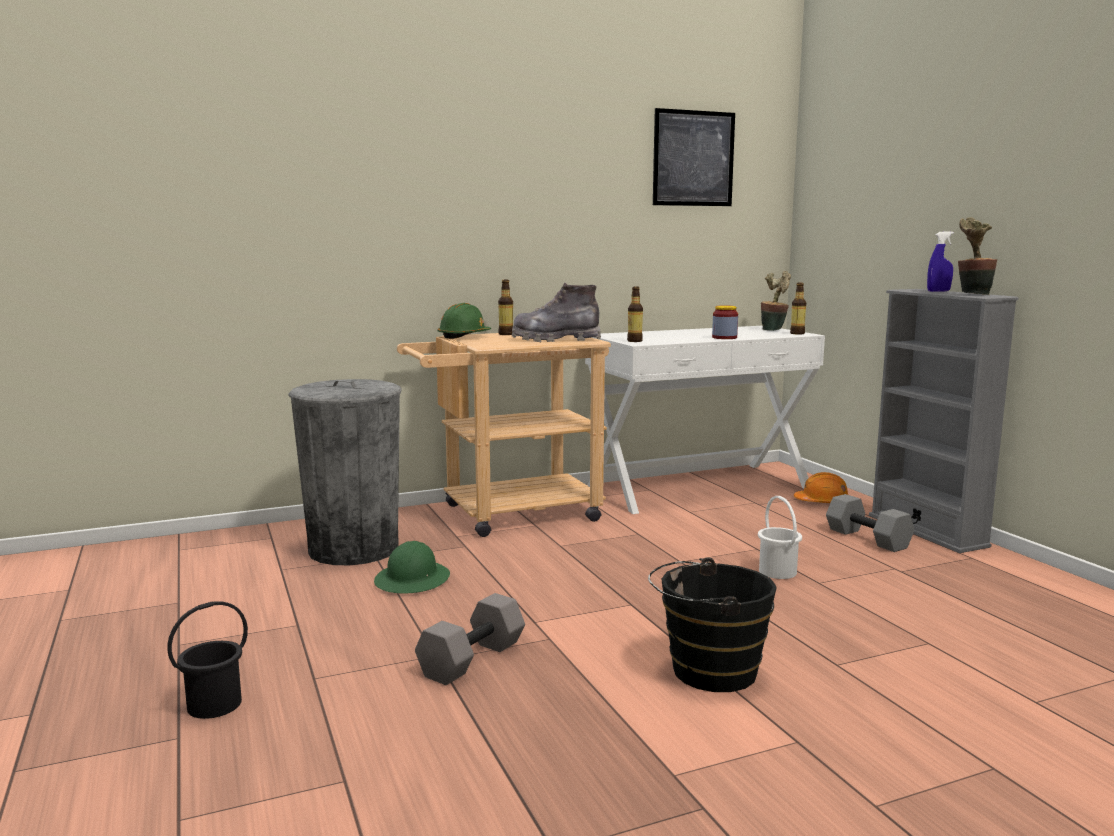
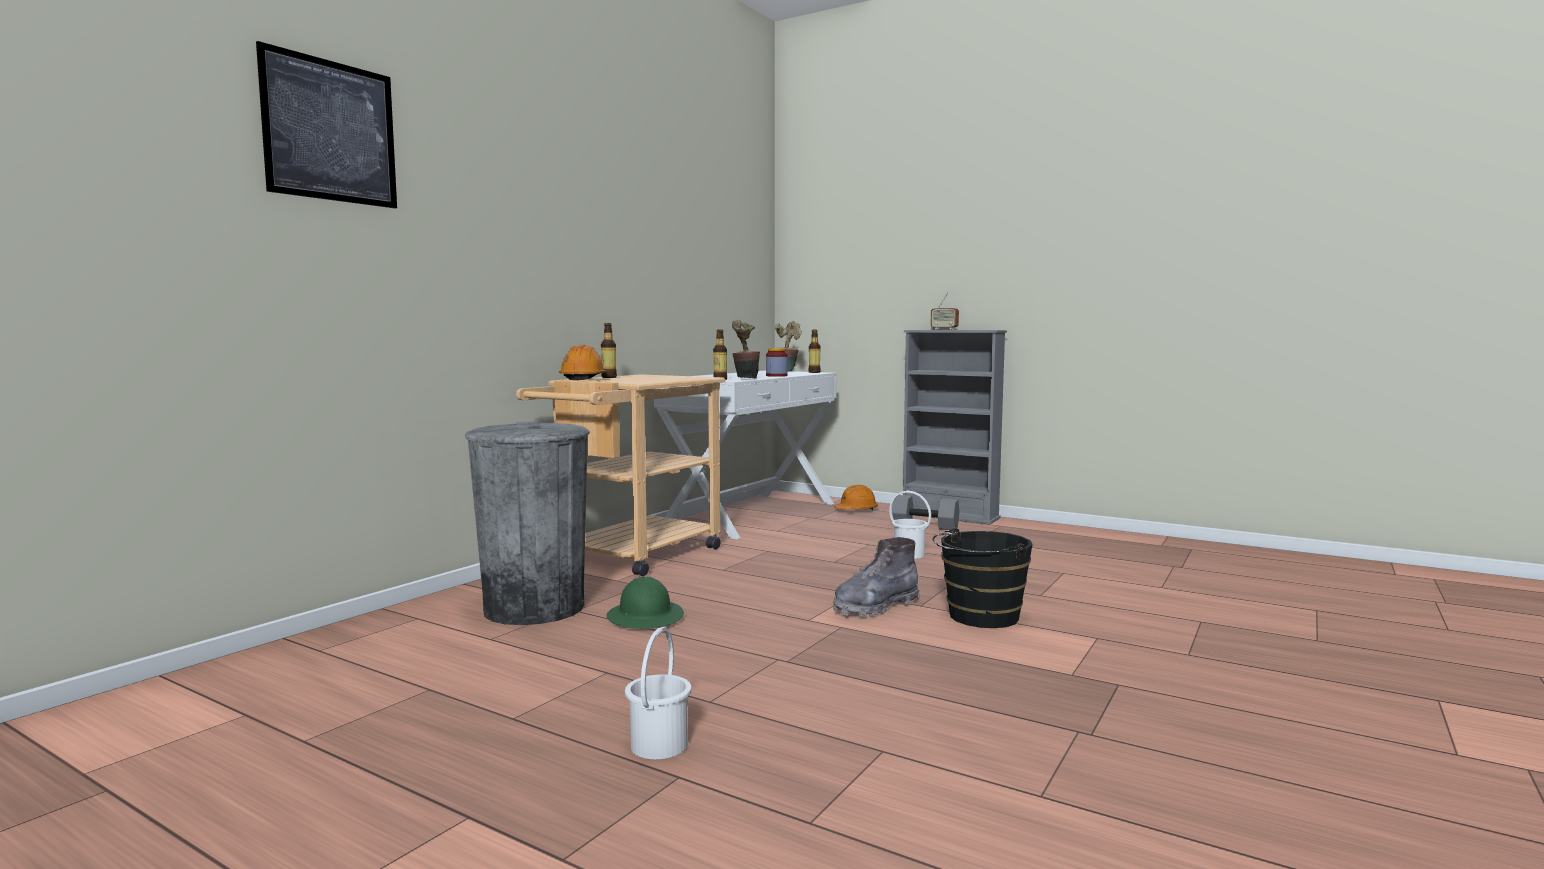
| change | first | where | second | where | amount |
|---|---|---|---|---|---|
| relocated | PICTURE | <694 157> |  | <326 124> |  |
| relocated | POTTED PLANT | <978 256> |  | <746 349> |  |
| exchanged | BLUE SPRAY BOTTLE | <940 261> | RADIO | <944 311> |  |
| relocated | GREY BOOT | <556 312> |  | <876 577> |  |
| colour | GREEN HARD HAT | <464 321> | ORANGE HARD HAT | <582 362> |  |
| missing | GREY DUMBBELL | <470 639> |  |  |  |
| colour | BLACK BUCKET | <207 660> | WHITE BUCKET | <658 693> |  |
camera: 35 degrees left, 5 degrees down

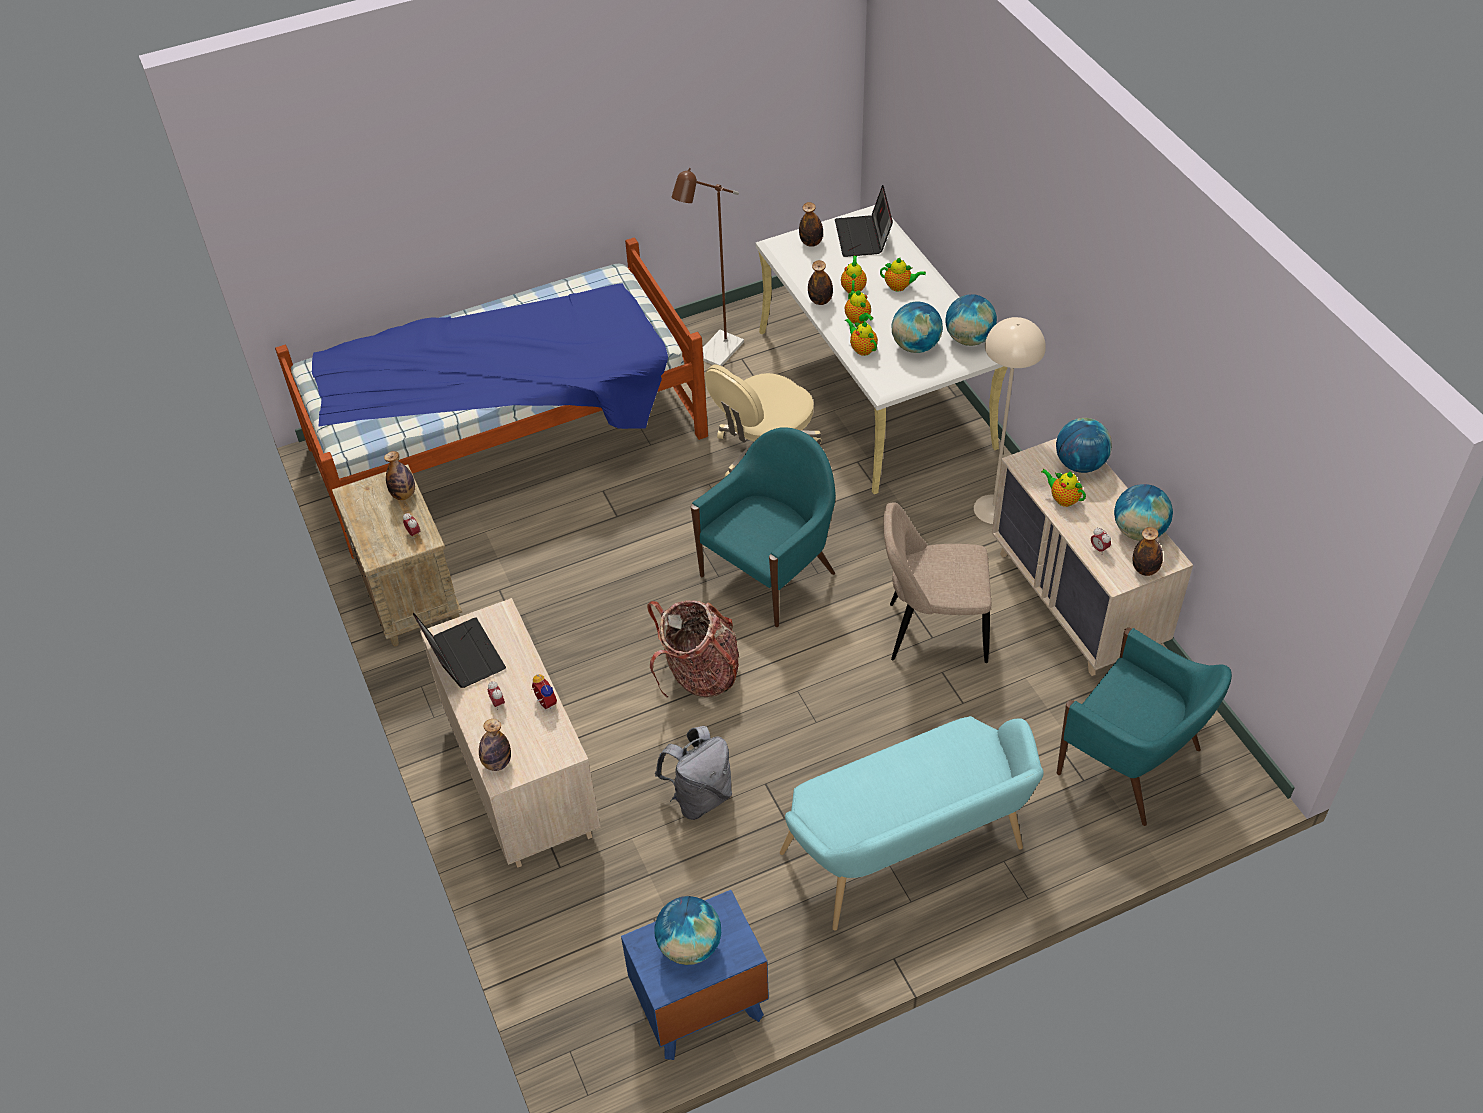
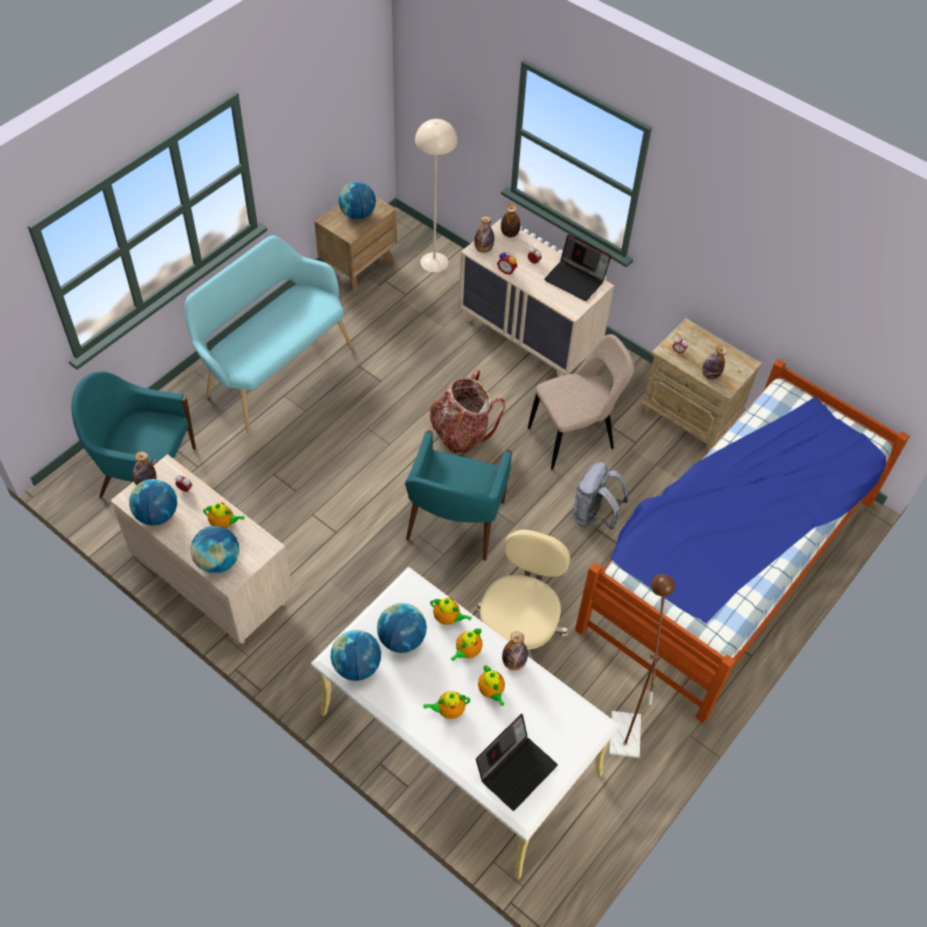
| change | first | where | second | where | amount |
|---|---|---|---|---|---|
| spun | LAPTOP | <864 221> |  | <517 762> | 75 degrees clockwise |
| relocated | BOTTLE | <811 224> |  | <484 234> |  |
| spun | TEAPOT | <859 307> |  | <467 644> | 90 degrees counterclockwise |
| relocated | BEIGE FLOOR LAMP | <1010 420> |  | <436 195> |  |
| relocated | BEIGE CHAIR | <937 583> |  | <581 402> |  |
| relocated | GREY BACKPACK | <693 773> |  | <600 496> |  |
| colour | BLUE NIGHTSTAND | <695 975> | BROWN NIGHTSTAND | <356 244> |  |
camera: 150 degrees right, 5 degrees up

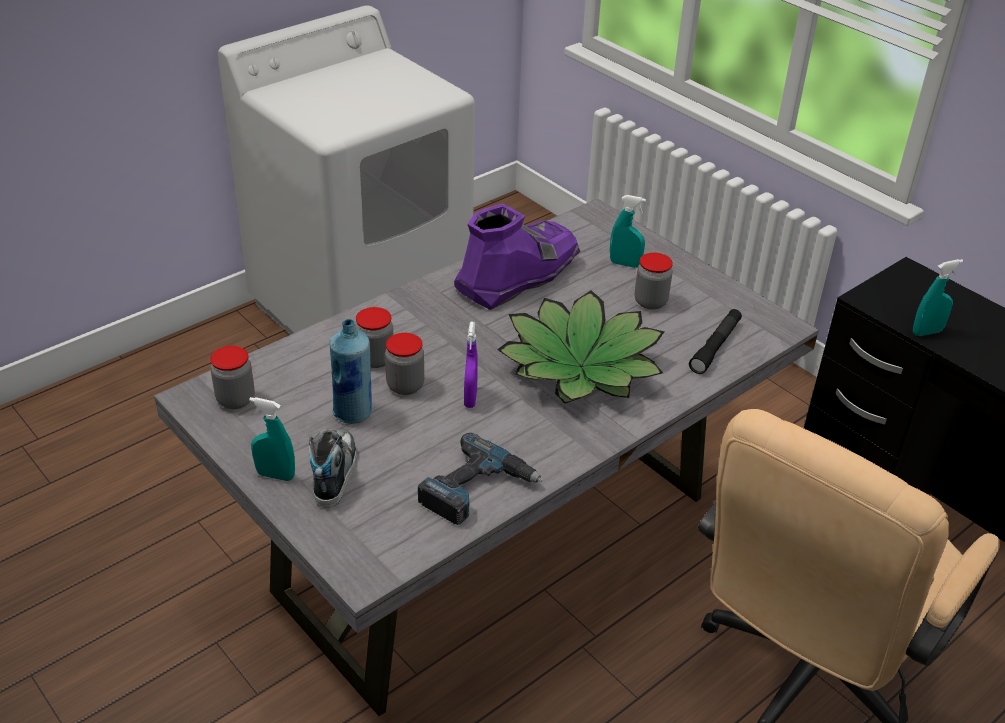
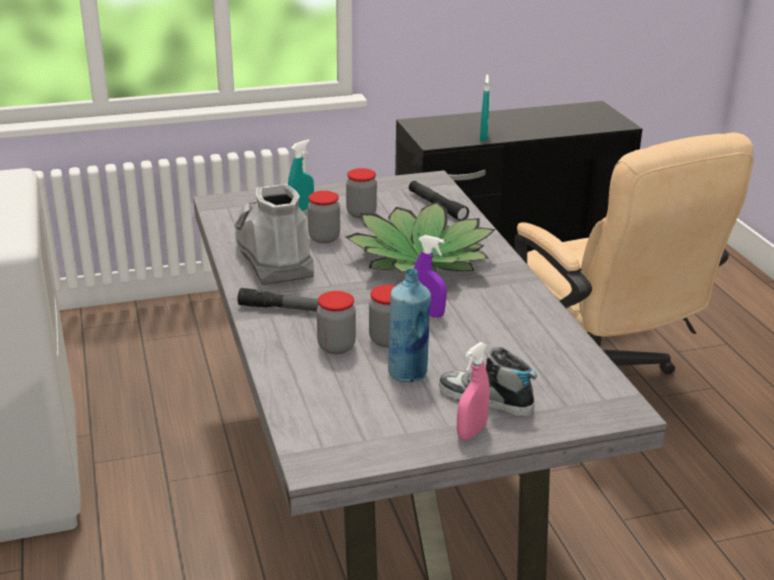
| change | first | where | second | where | amount |
|---|---|---|---|---|---|
| colour | PURPLE BOOT | <517 256> | GREY BOOT | <274 234> |  |
| relocated | JAR | <232 377> |  | <324 217> |  |
| colour | TURQUOISE SPRAY BOTTLE | <272 439> | PINK SPRAY BOTTLE | <473 391> |  |
| missing | POWER DRILL | <480 479> |  |  |  |
| appeared |  |  | FLASHLIGHT | <278 300> |  |
camera: 65 degrees left, 10 degrees down

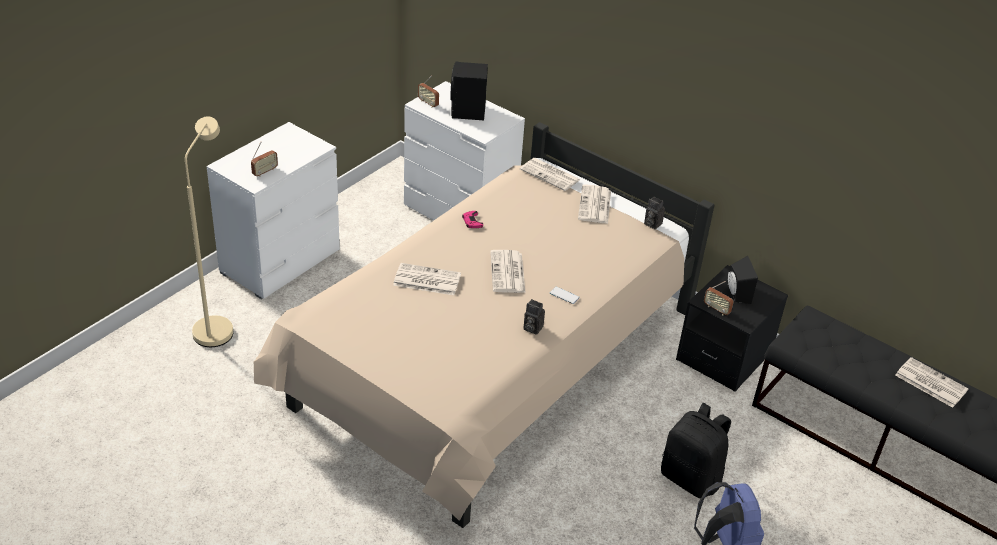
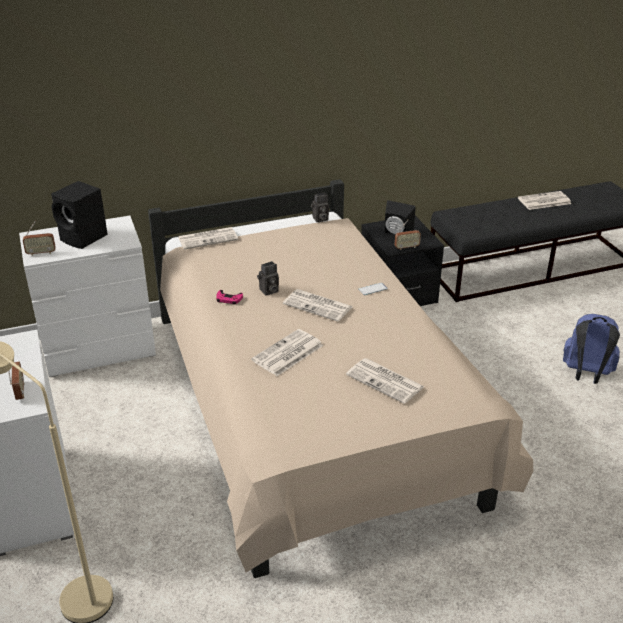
| change | first | where | second | where | amount |
|---|---|---|---|---|---|
| relocated | NEWSPAPER | <594 204> |  | <385 381> |  |
| relocated | PHOTO CAMERA | <534 317> |  | <268 278> |  |
| missing | BLACK BACKPACK | <696 450> |  |  |  |
camera: 55 degrees left, 5 degrees down

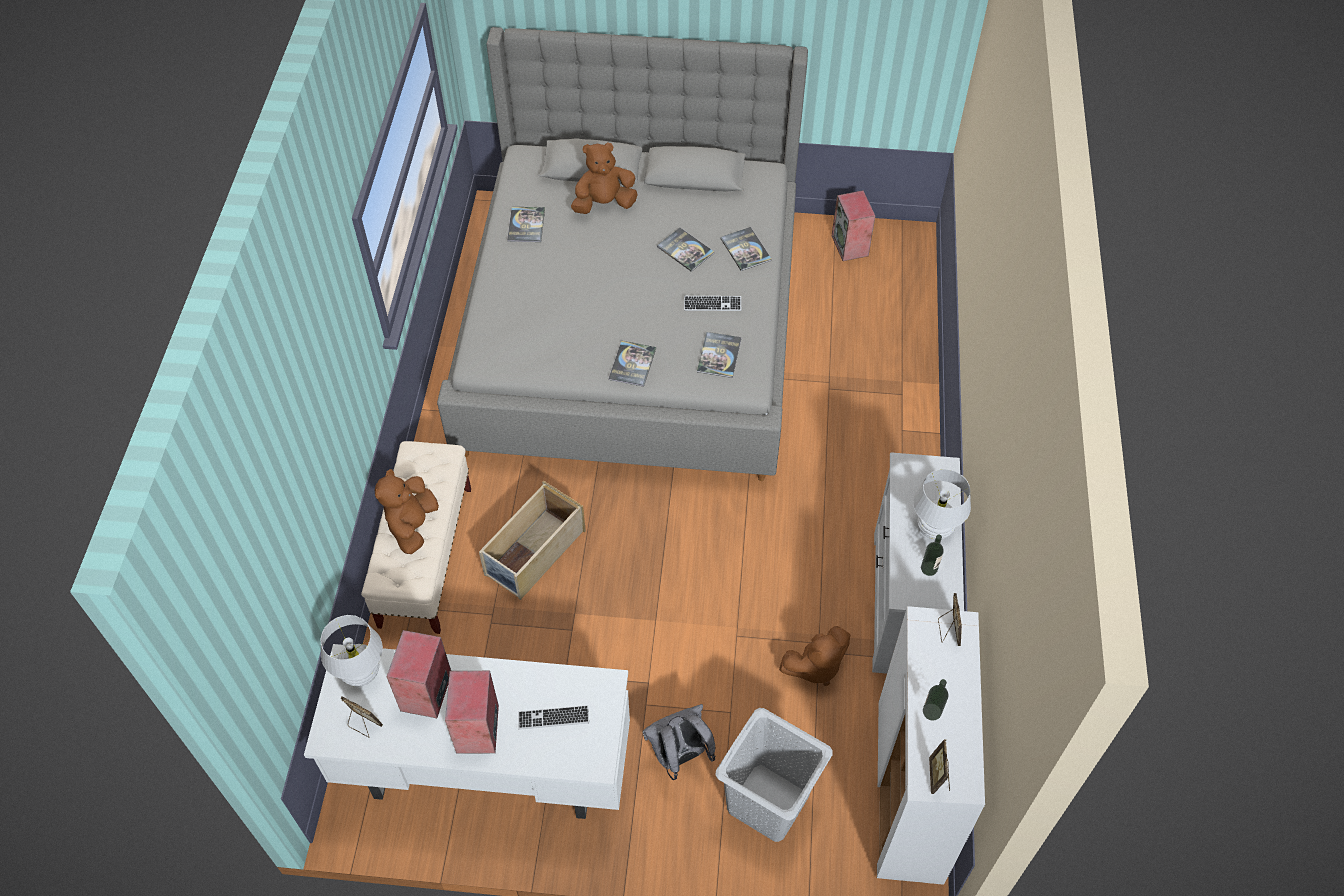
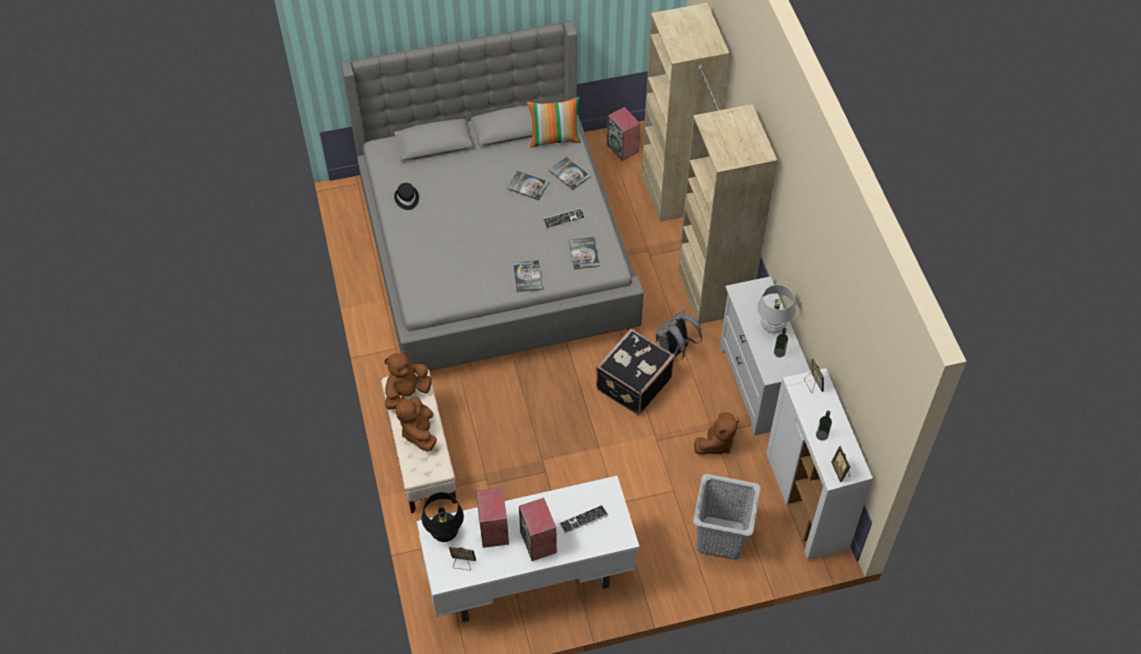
| change | first | where | second | where | amount |
|---|---|---|---|---|---|
| relocated | BROWN PLUSH TOY | <604 178> |  | <407 380> |  |
| exchanged | BOOK | <526 224> | BLACK HAT | <406 196> |  |
| missing | BEIGE STORAGE BOX | <532 540> |  |  |  |
| colour | WHITE TABLE LAMP | <351 651> | BLACK TABLE LAMP | <443 517> |  |
| relocated | GREY BACKPACK | <679 742> |  | <679 335> |  |
| appeared |  |  | BEIGE WARDROBE | <709 163> |  |
| appeared |  |  | PILLOW | <554 122> |  |
| appeared |  |  | BLACK SUITCASE | <635 372> |  |
camera: 20 degrees left, 0 degrees up

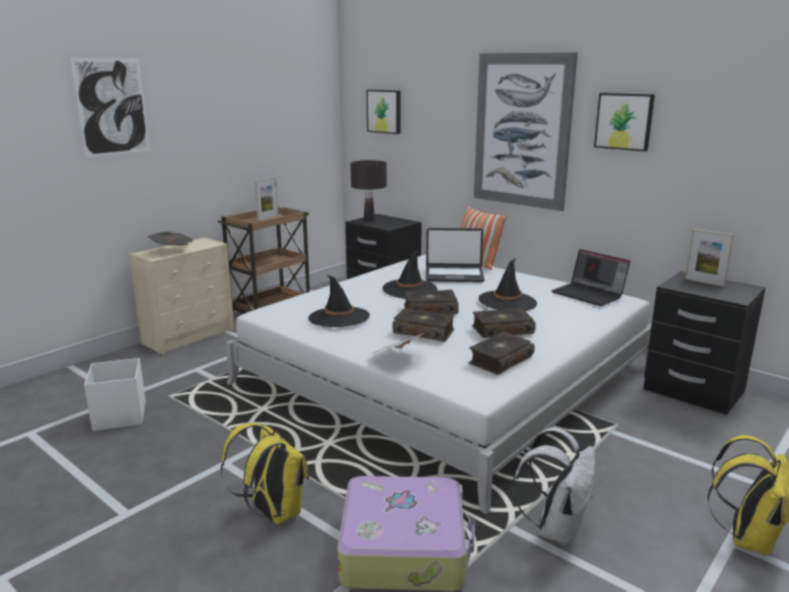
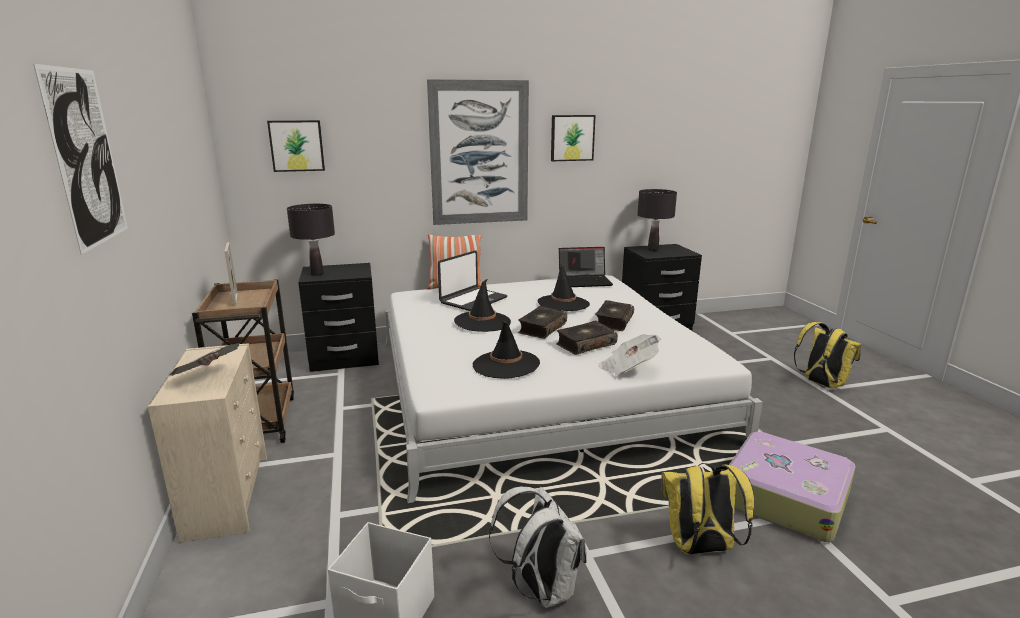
| change | first | where | second | where | amount |
|---|---|---|---|---|---|
| exchanged | PICTURE FRAME | <709 258> | BLACK TABLE LAMP | <657 220> |  |
| missing | BOOK | <501 353> |  |  |  |
| relocated | WHITE BACKPACK | <554 486> |  | <538 547> |  |
camera: 55 degrees left, 0 degrees up

